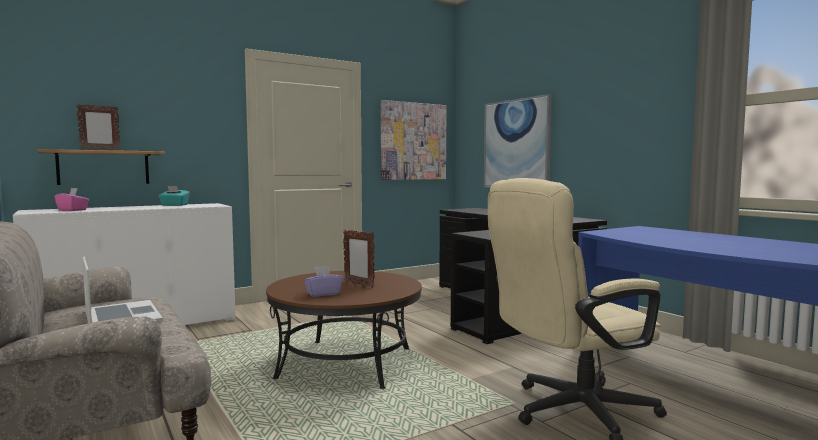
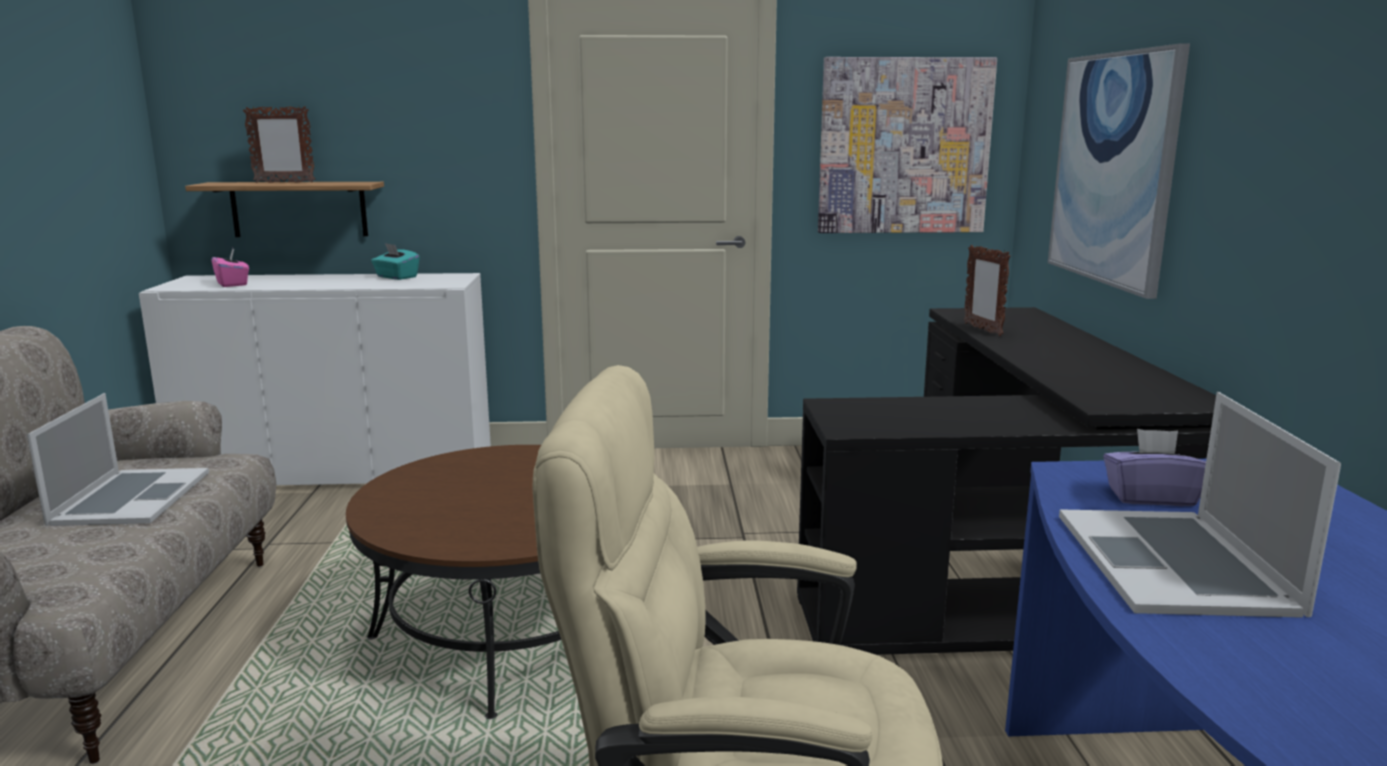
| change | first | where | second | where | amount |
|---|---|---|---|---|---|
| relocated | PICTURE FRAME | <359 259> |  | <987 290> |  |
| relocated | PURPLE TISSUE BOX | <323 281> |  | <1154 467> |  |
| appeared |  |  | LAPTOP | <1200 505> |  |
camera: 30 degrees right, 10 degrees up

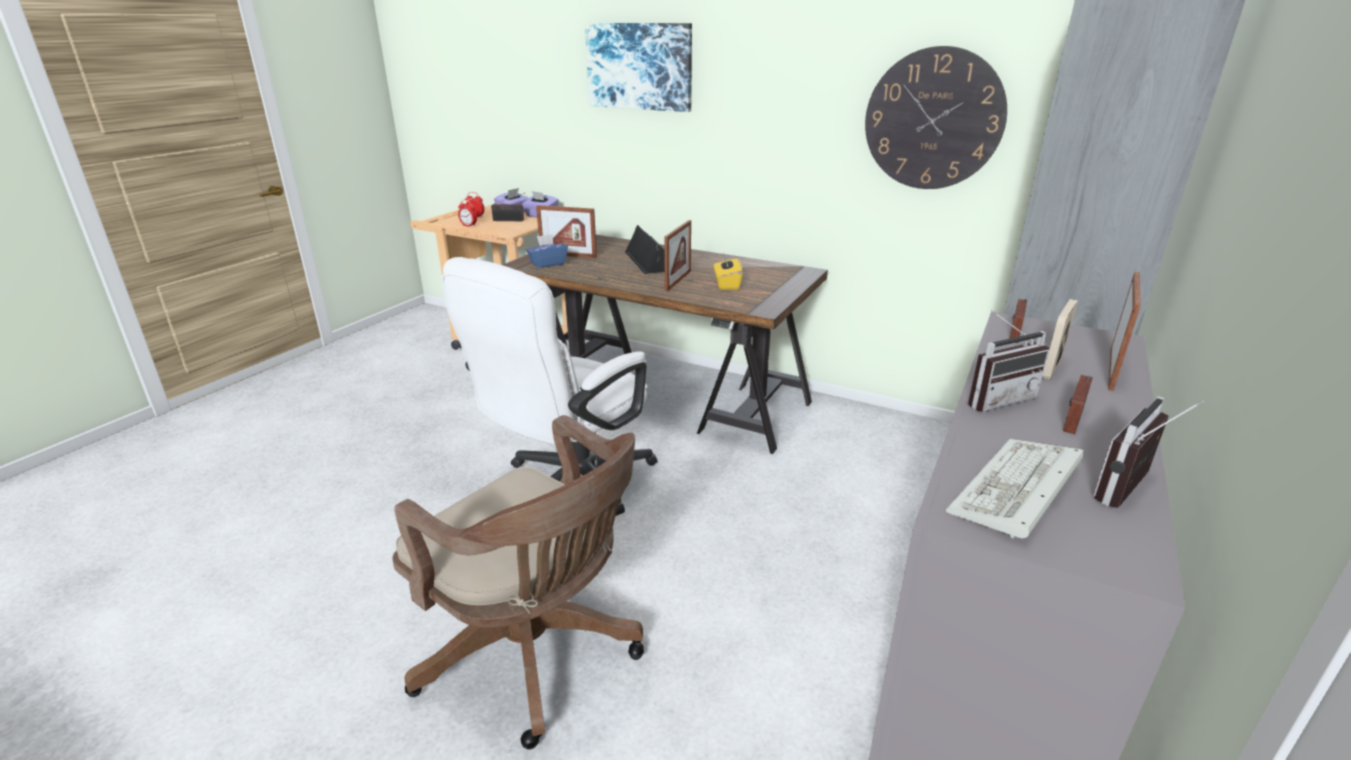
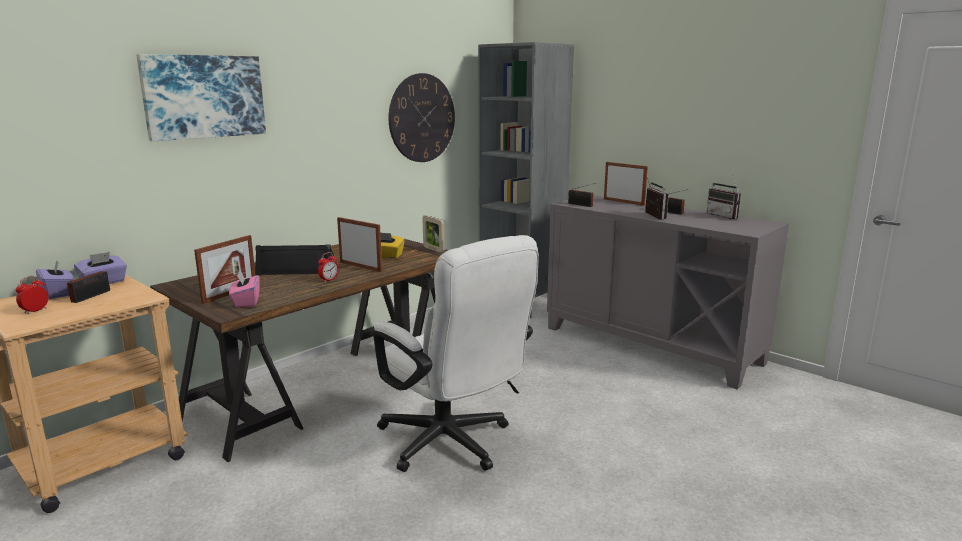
| change | first | where | second | where | amount |
|---|---|---|---|---|---|
| relocated | ALARM CLOCK | <467 213> |  | <328 267> |  |
| colour | BLUE TISSUE BOX | <547 251> | PINK TISSUE BOX | <244 289> |  |
| relocated | PICTURE FRAME | <1060 339> |  | <433 234> |  |
| missing | BROWN OFFICE CHAIR | <518 582> |  |  |  |
| missing | KEYBOARD | <1015 488> |  |  |  |
camera: 75 degrees left, 10 degrees down

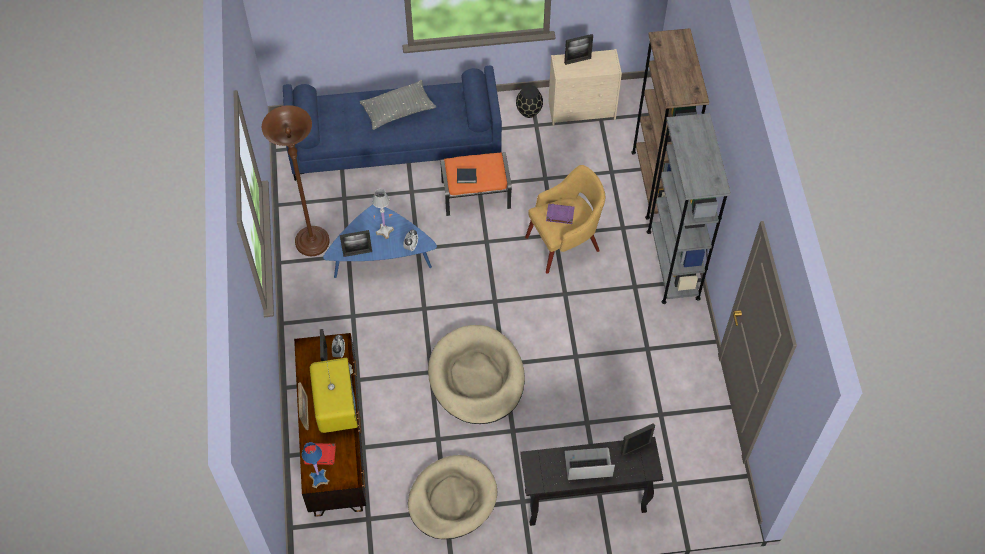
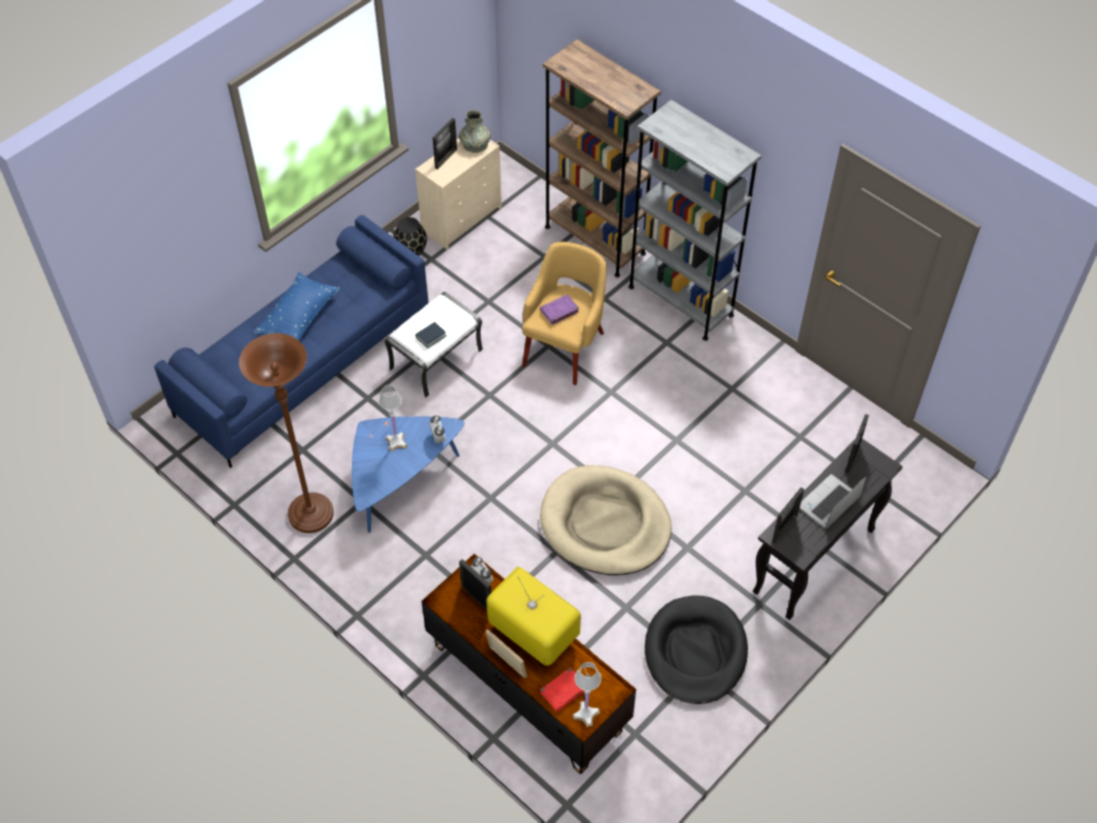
| change | first | where | second | where | amount |
|---|---|---|---|---|---|
| colour | GREY PILLOW | <398 105> | BLUE PILLOW | <296 306> |  |
| colour | ORANGE OTTOMAN | <476 184> | WHITE OTTOMAN | <433 344> |  |
| relocated | PICTURE FRAME | <356 243> |  | <788 515> |  |
| colour | BLUE TABLE LAMP | <315 465> | WHITE TABLE LAMP | <586 694> |  |
| colour | BEIGE DOG BED | <452 497> | BLACK DOG BED | <696 650> |  |
| appeared |  |  | GREY VASE | <475 131> |  |
camera: 40 degrees left, 5 degrees down

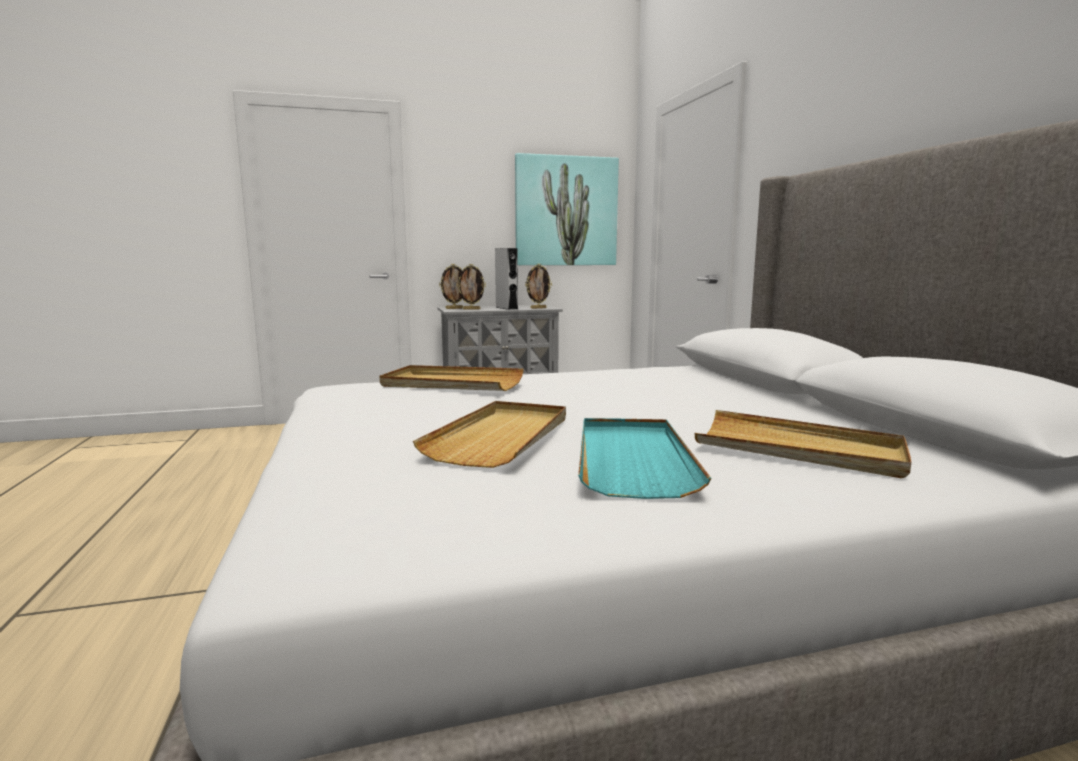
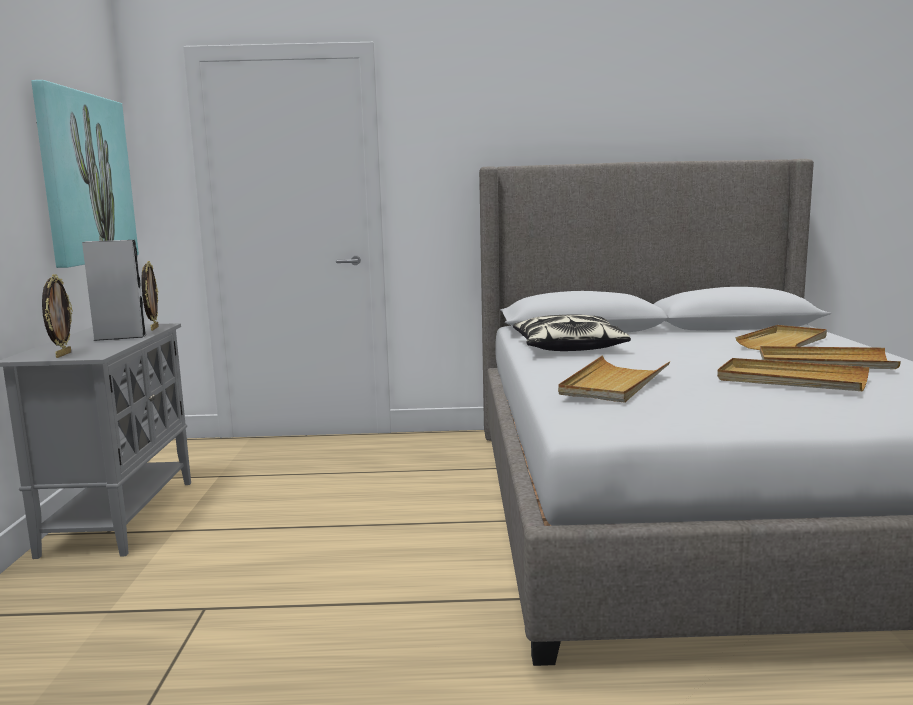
| change | first | where | second | where | amount |
|---|---|---|---|---|---|
| missing | PICTURE FRAME | <471 287> |  |  |  |
| colour | TURQUOISE TRAY | <644 458> | BEIGE TRAY | <830 357> |  |
| appeared |  |  | PILLOW | <572 332> |  |
camera: 75 degrees left, 0 degrees up

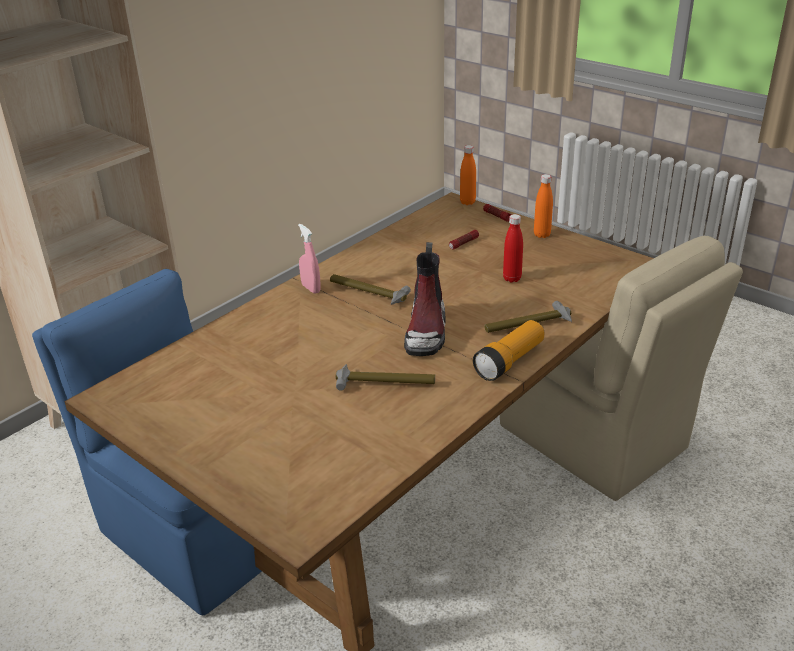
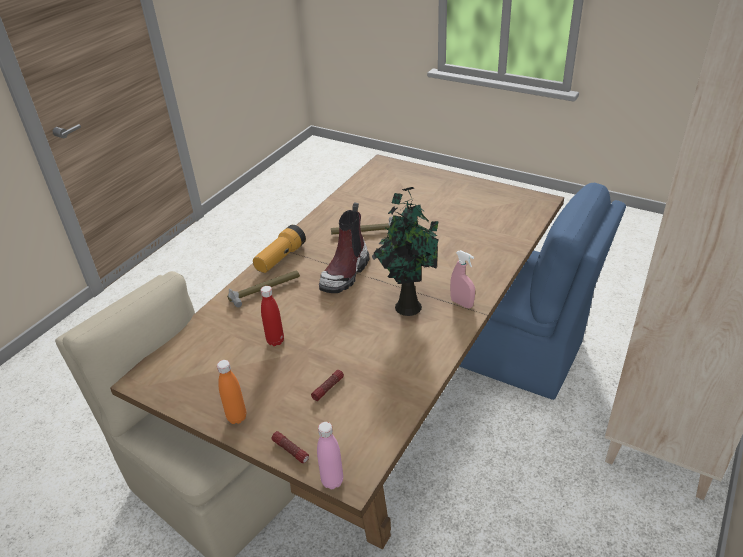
| change | first | where | second | where | amount |
|---|---|---|---|---|---|
| colour | ORANGE BOTTLE | <468 175> | PINK BOTTLE | <330 455> |  |
| spun | BOOT | <424 299> |  | <344 247> | 150 degrees counterclockwise |
| exchanged | HAMMER | <370 289> | POTTED PLANT | <405 251> |  |
camera: 170 degrees right, 5 degrees up

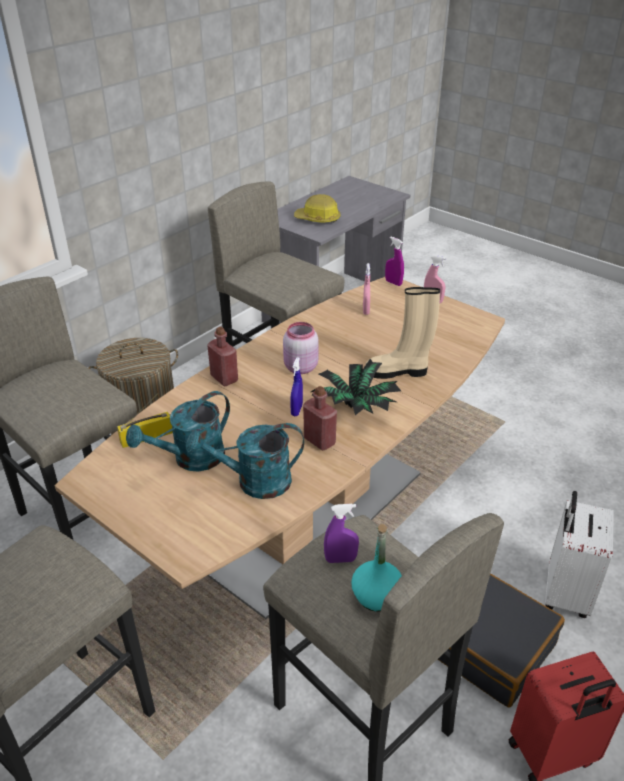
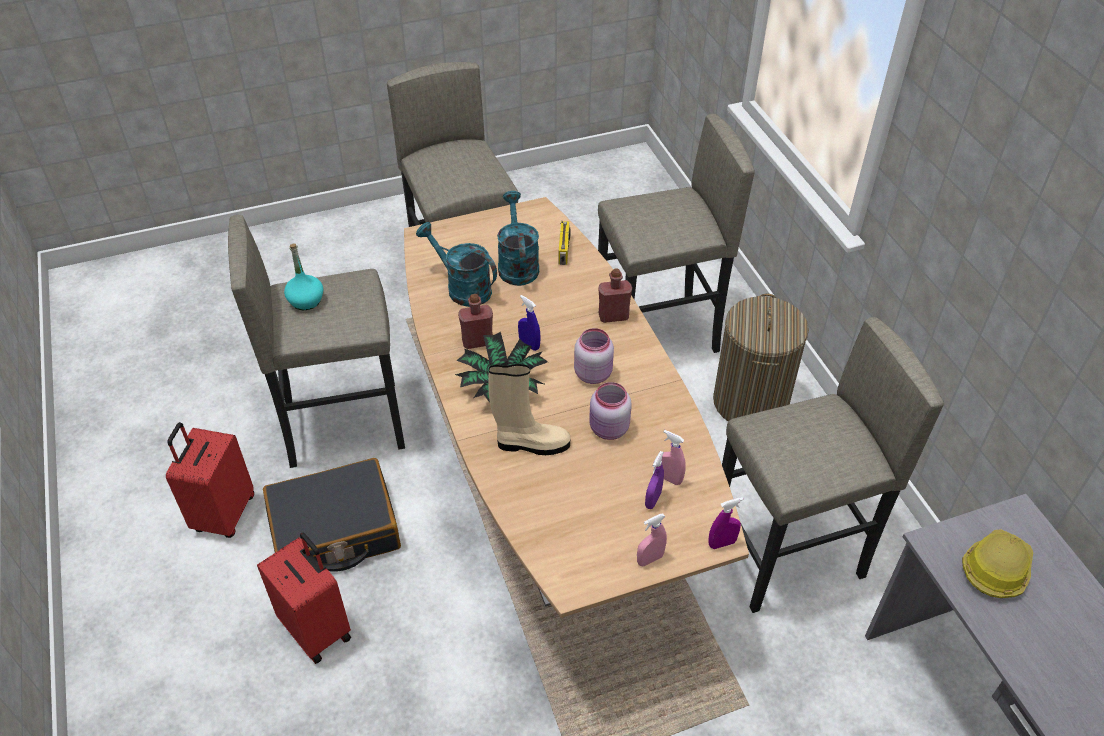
| change | first | where | second | where | amount |
|---|---|---|---|---|---|
| spun | BEIGE BOOT | <402 333> |  | <529 409> | 60 degrees clockwise |
| spun | TURQUOISE WATERING CAN | <245 461> |  | <456 264> | 75 degrees counterclockwise |
| colour | WHITE SUITCASE | <579 554> | RED SUITCASE | <304 598> |  |
| relocated | PURPLE SPRAY BOTTLE | <341 533> |  | <654 480> |  |
| appeared |  |  | PINK JAR | <610 411> |  |
camera: 120 degrees right, 10 degrees up

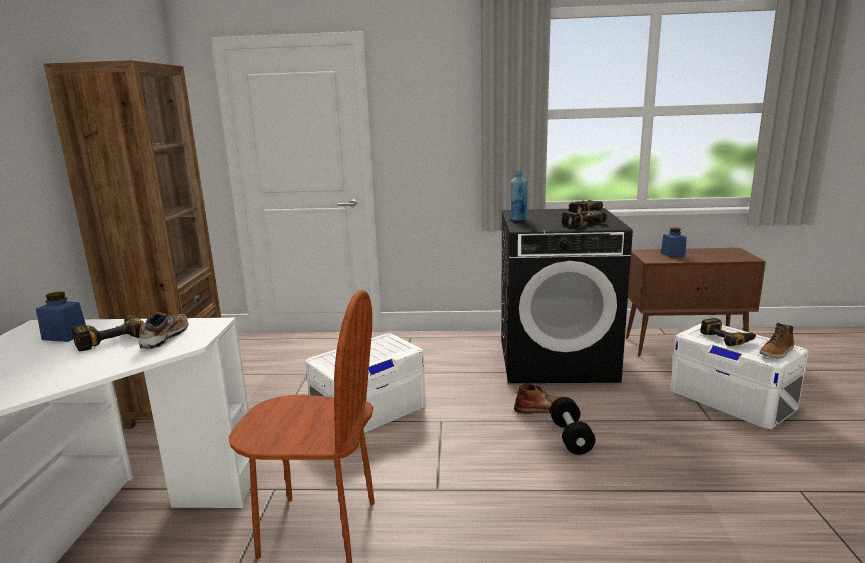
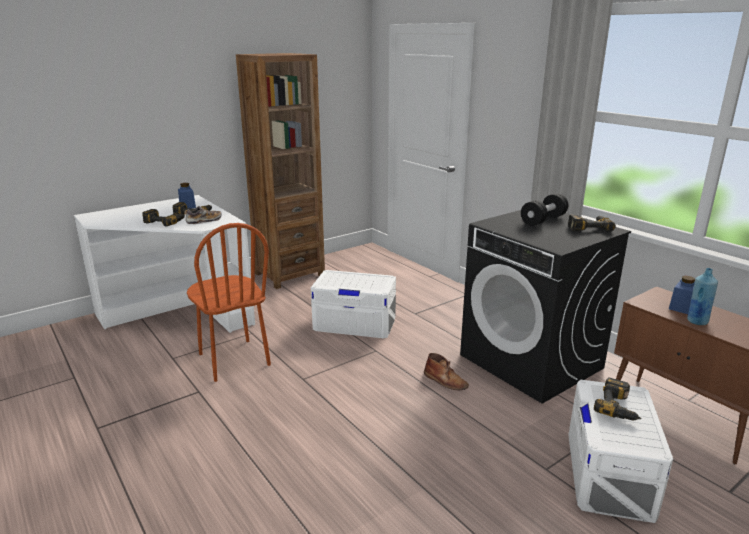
| change | first | where | second | where | amount |
|---|---|---|---|---|---|
| relocated | BLUE BOTTLE | <518 196> |  | <702 296> |  |
| relocated | POWER DRILL | <584 218> |  | <164 218> |  |
| missing | BOOT | <776 340> |  |  |  |
| relocated | BLACK DUMBBELL | <573 426> |  | <544 209> |  |
camera: 50 degrees right, 5 degrees up

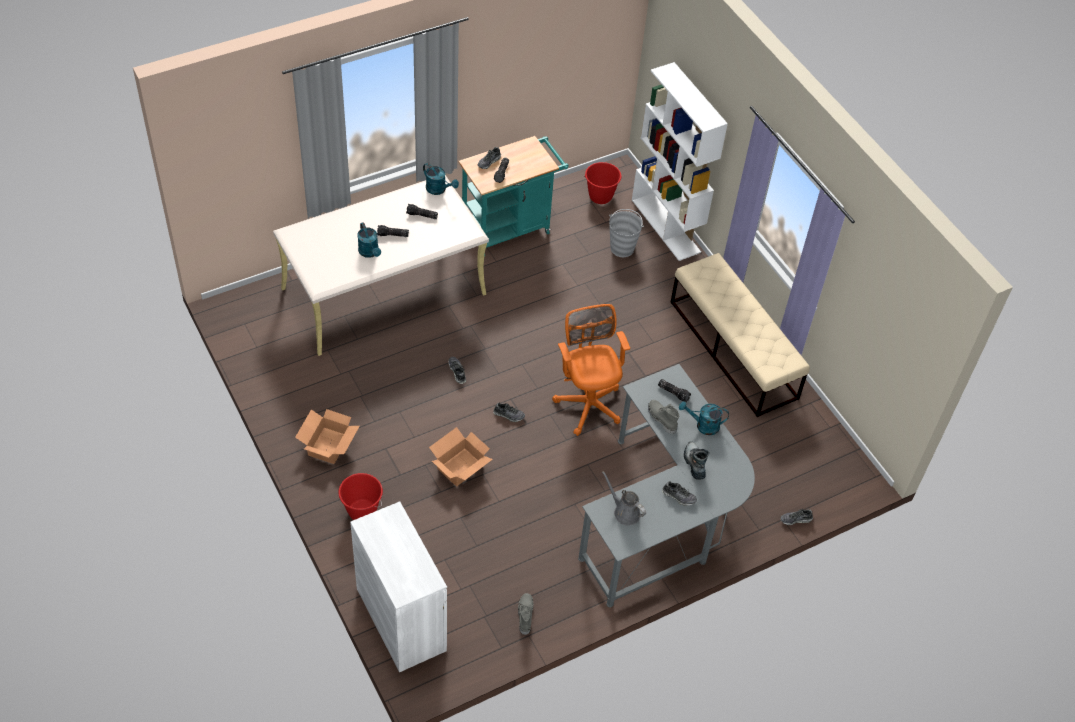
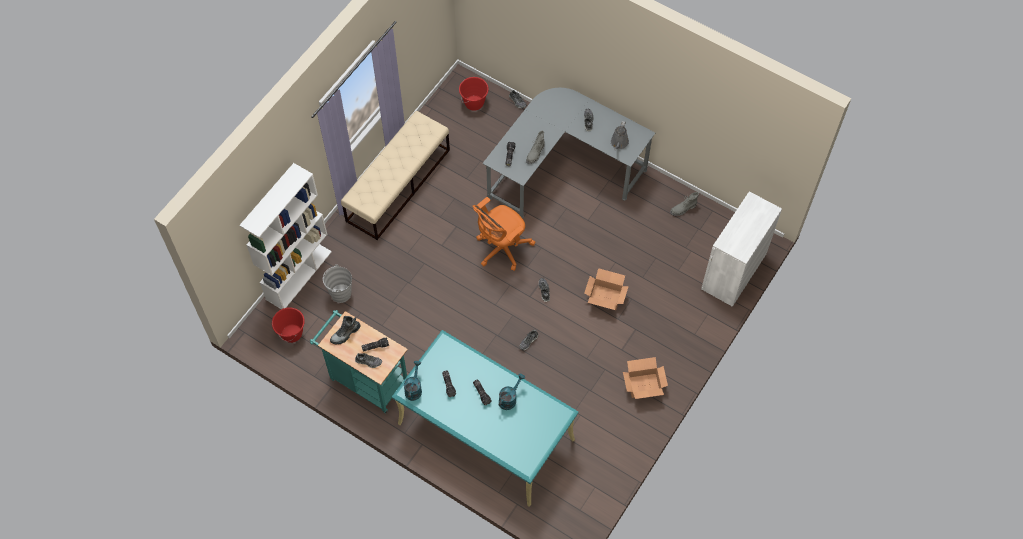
| change | first | where | second | where | amount |
|---|---|---|---|---|---|
| colour | BEIGE DESK | <381 265> | TURQUOISE DESK | <485 418> |  |
| missing | TURQUOISE WATERING CAN | <704 418> |  |  |  |
| relocated | BOOT | <696 460> |  | <345 330> |  |
| relocated | RED BUCKET | <360 496> |  | <474 94> |  |
camera: 115 degrees left, 10 degrees up

